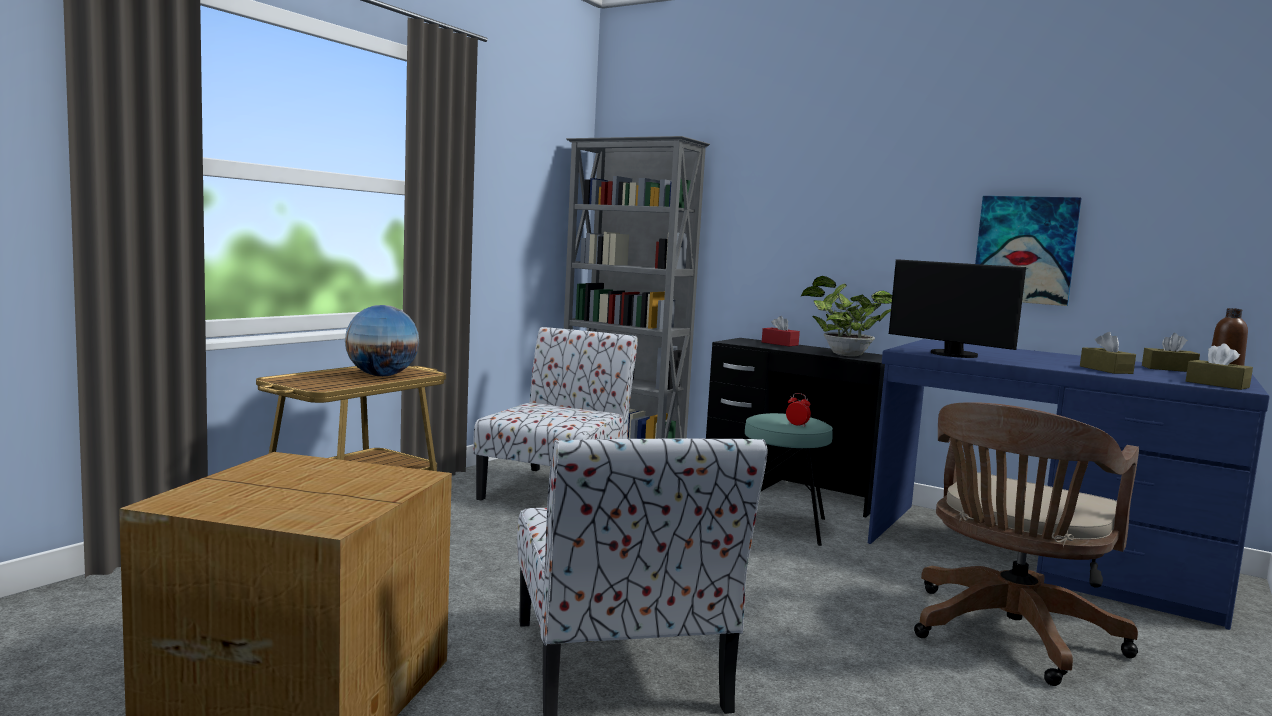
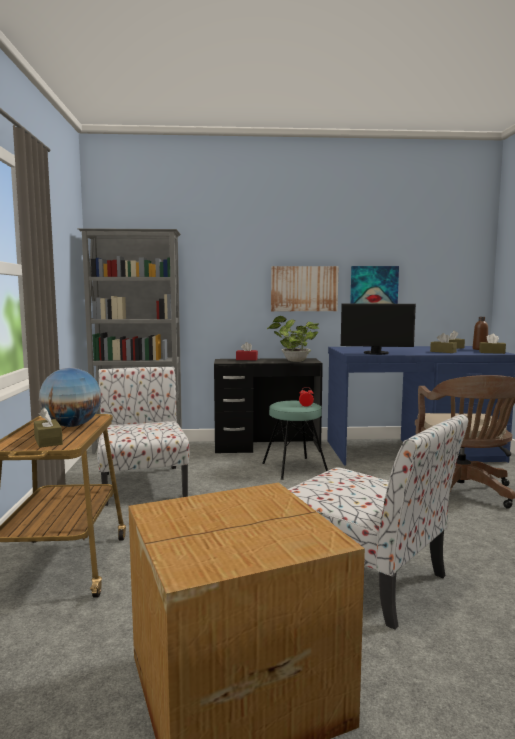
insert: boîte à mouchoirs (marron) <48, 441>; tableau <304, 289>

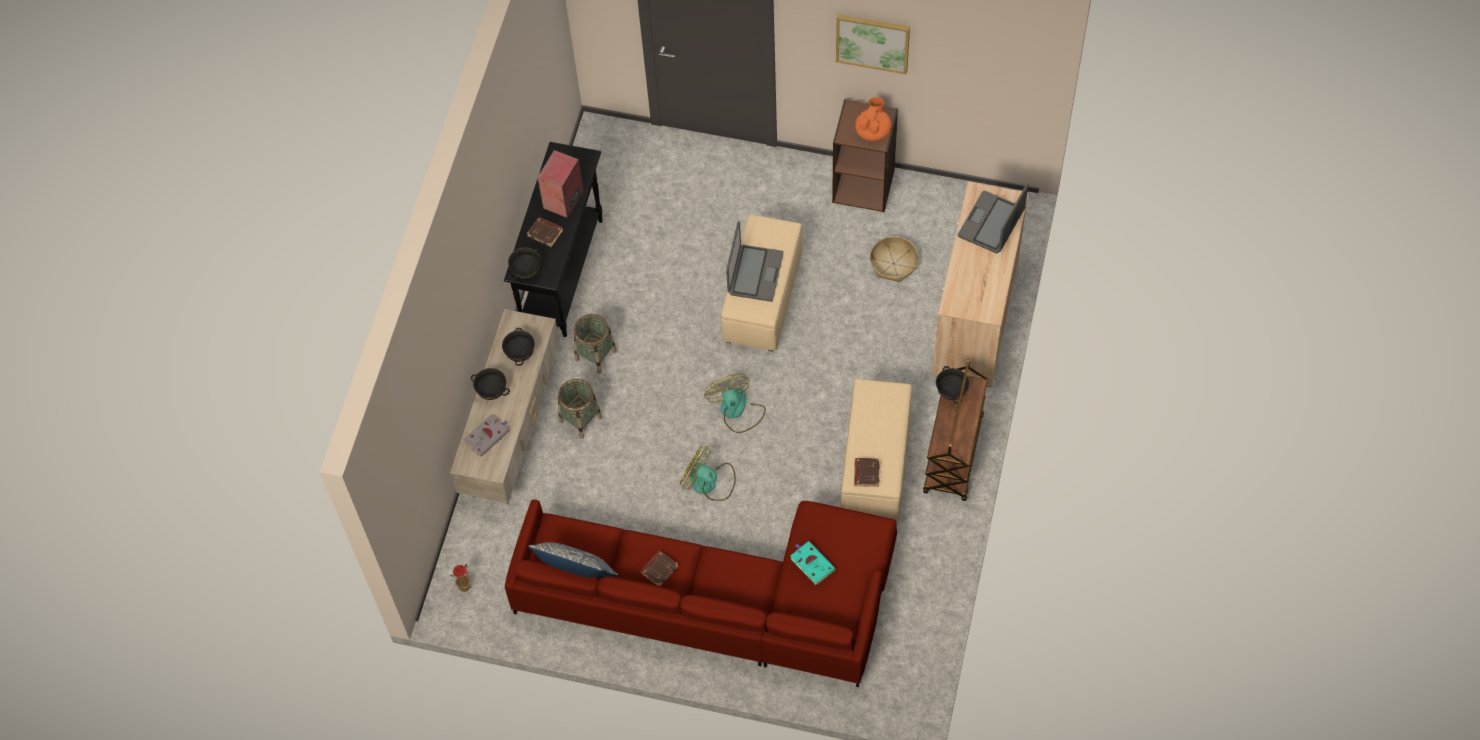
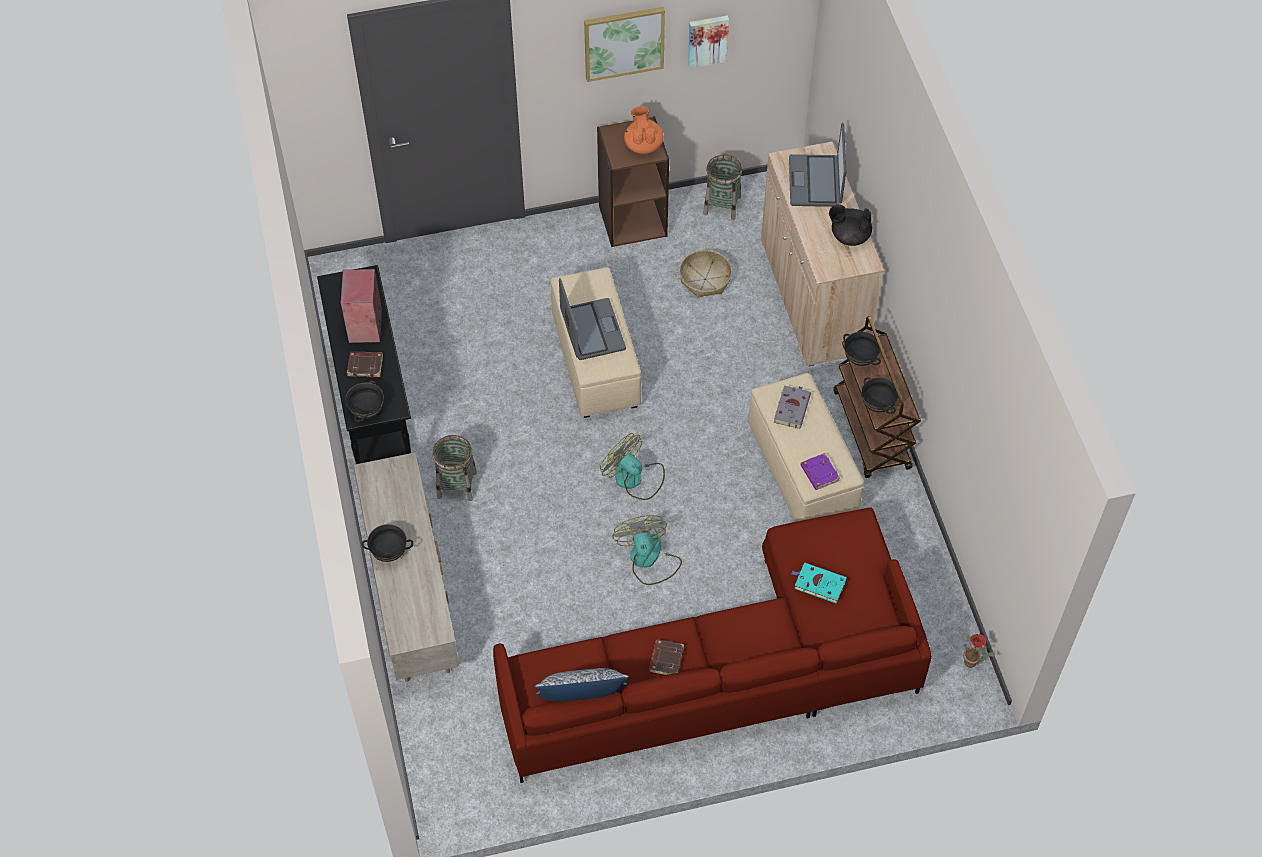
insert: tableau <707, 40>; théière (noir) <849, 236>
move: panier <580, 419> to <722, 205>; livre (gris) <487, 436> to <792, 408>; bol (noir) <521, 354> to <878, 405>; plante en pot <466, 588> to <973, 662>
recolor: livre (marron) <866, 473> to livre (violet) <819, 473>
rotate: ventilateur <709, 482> = <648, 559> 75 degrees clockwise

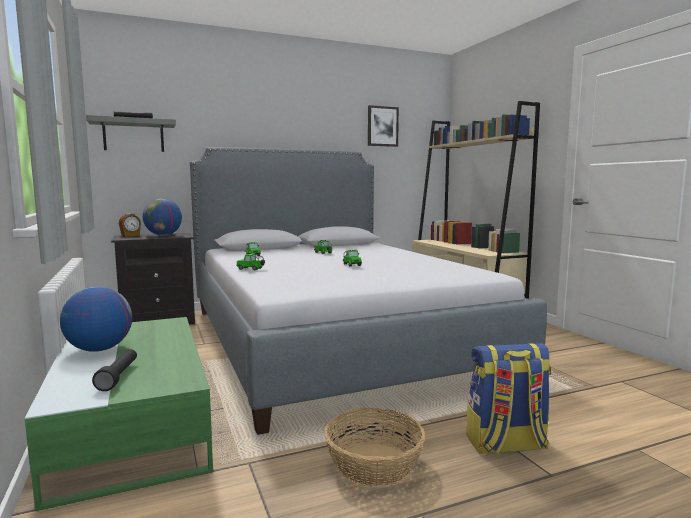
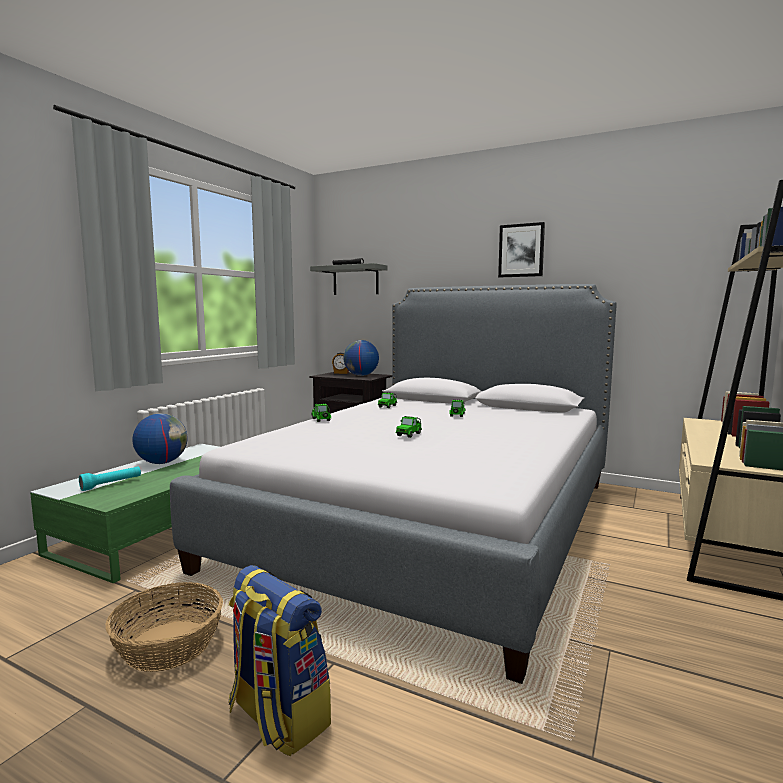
move: tableau <382, 126> to <521, 250>
recolor: lampe de poche (noir) <119, 376> to lampe de poche (turquoise) <111, 484>

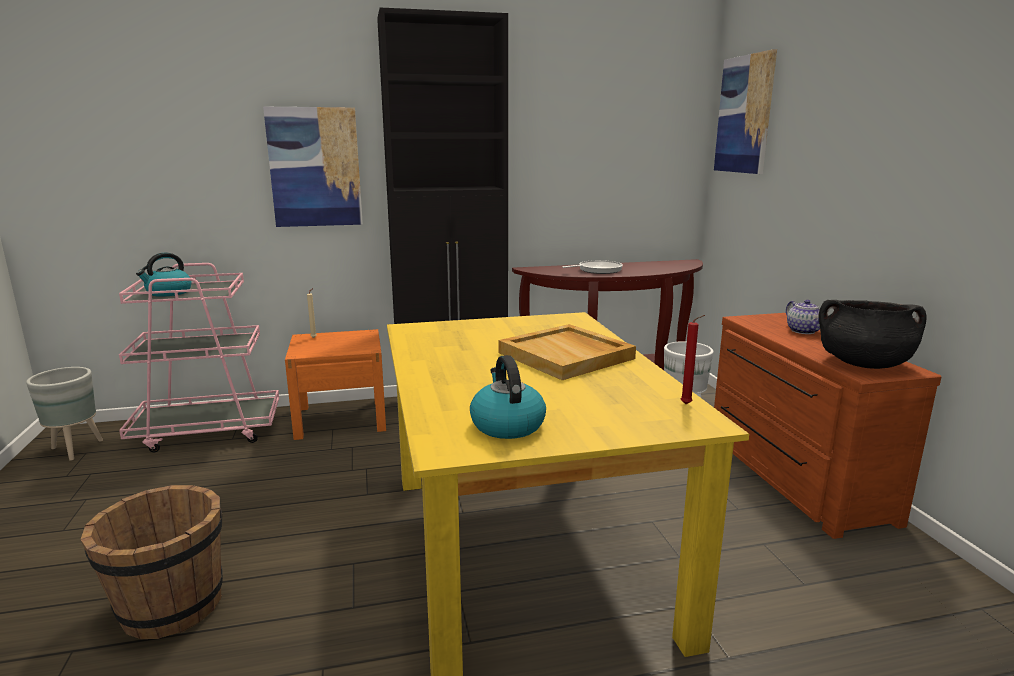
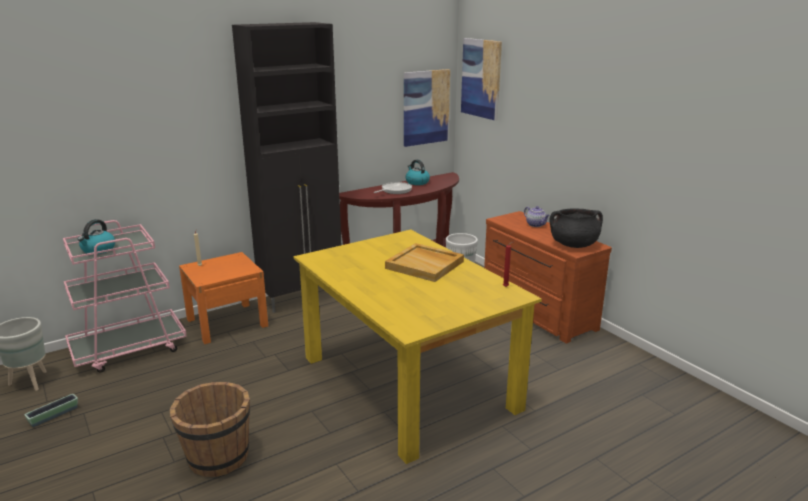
insert: cache-pot <54, 415>
move: tableau <315, 167> to <426, 107>; bouilloire <506, 425> to <417, 182>

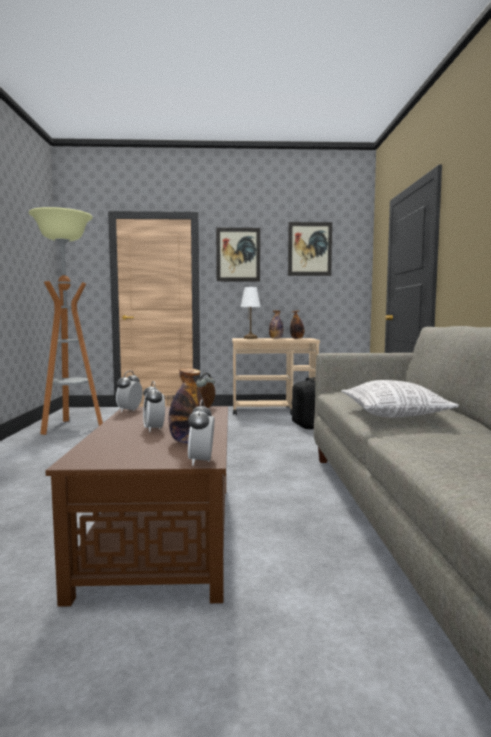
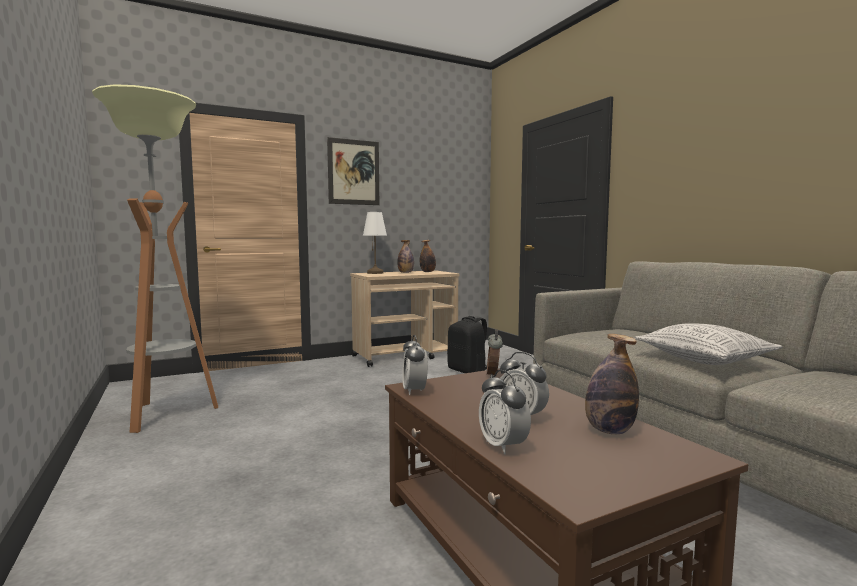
delete: tableau <309, 249>
move: réveil <201, 461> to <503, 446>

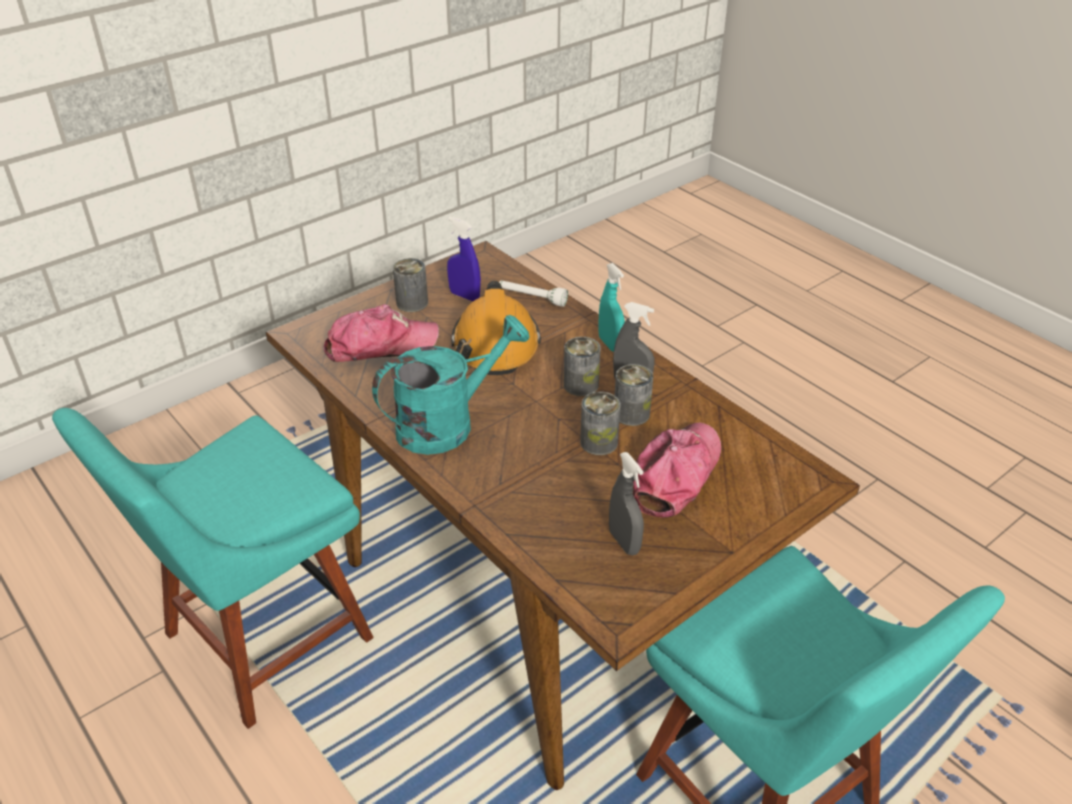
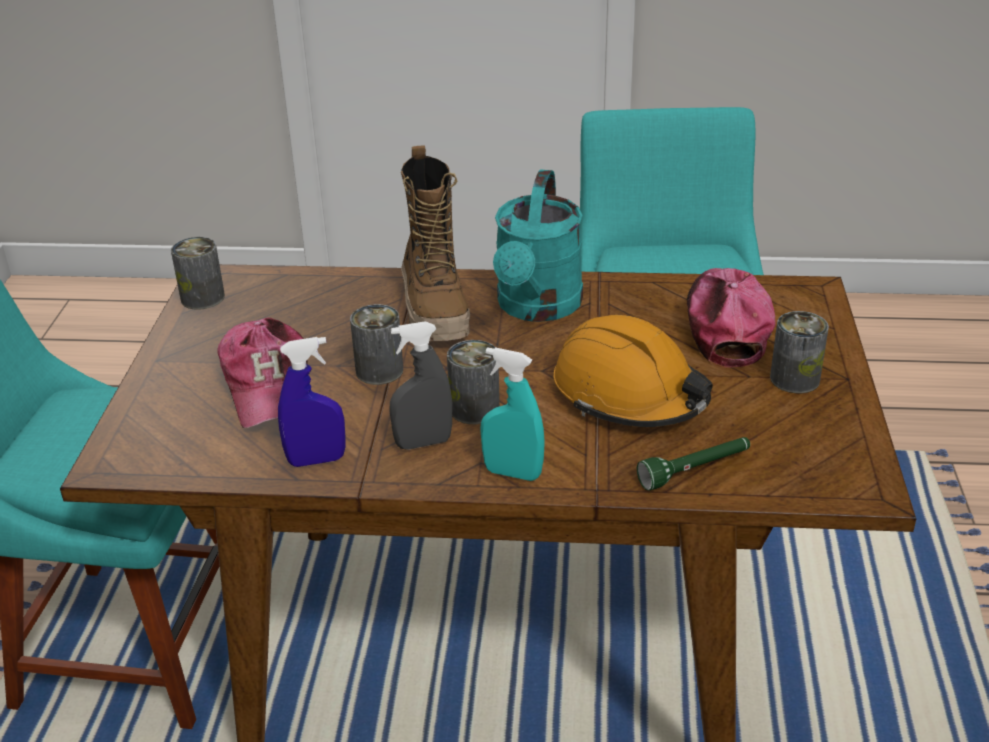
delete: vaporisateur (gris) <624, 542>
insert: botte <435, 311>
move: boîte métallique <631, 413> to <202, 298>; vaporisateur (bleu) <464, 296> to <316, 460>
recolor: lampe de poche (blanc) <532, 298> to lampe de poche (vert) <695, 471>
rotate: casquette <380, 345> = <724, 325> 150 degrees clockwise

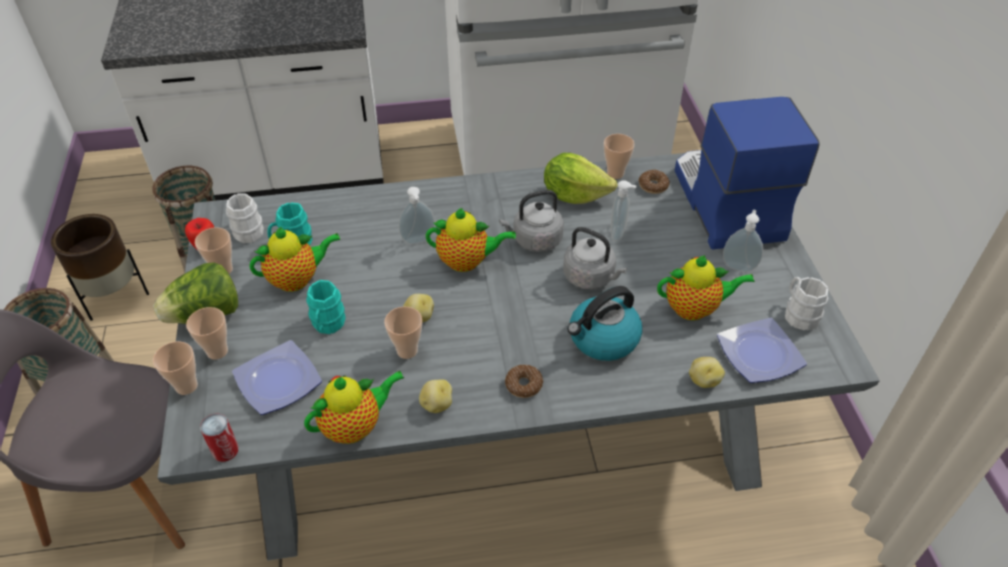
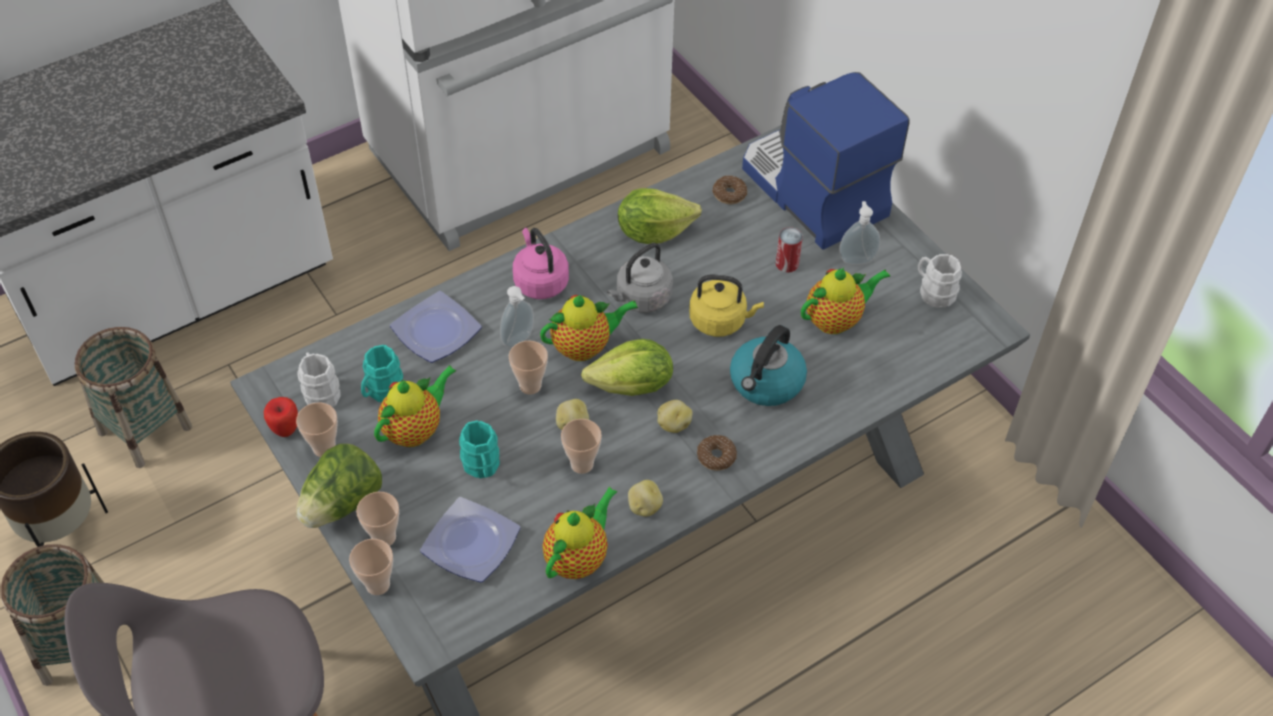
delete: distributeur de savon <619, 233>
insert: bouilloire (rose) <540, 281>; laitue <632, 387>
move: assiette <757, 353> to <434, 331>; tasse <615, 173> to <530, 386>; pomme de terre <703, 380> to <673, 424>; boîte métallique <225, 450> to <787, 263>
recolor: bouilloire (gris) <591, 277> to bouilloire (jaune) <720, 321>

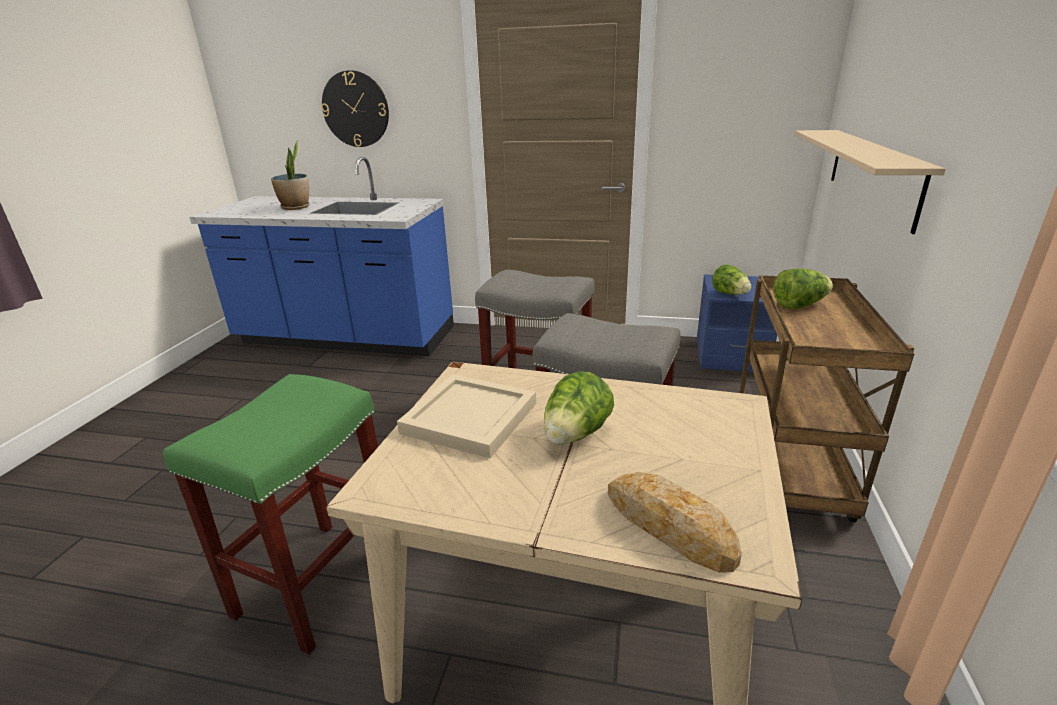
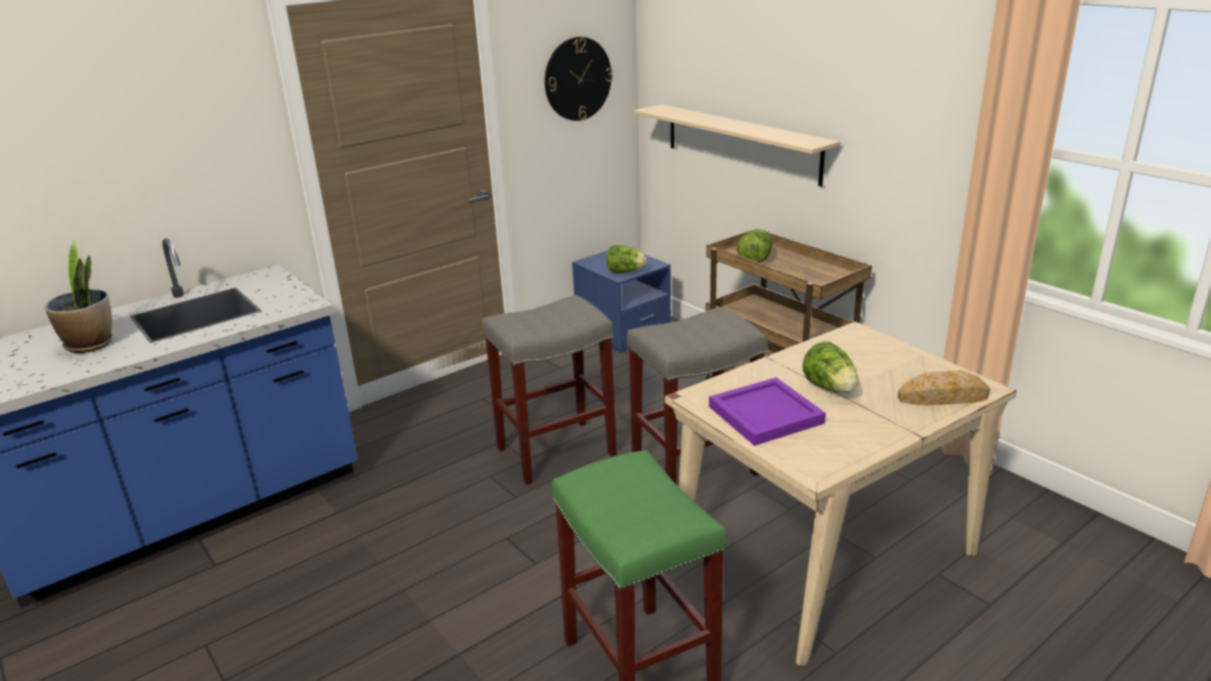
move: horloge murale <355, 109> to <577, 79>
recolor: plateau (beige) <470, 419> to plateau (violet) <767, 415>

